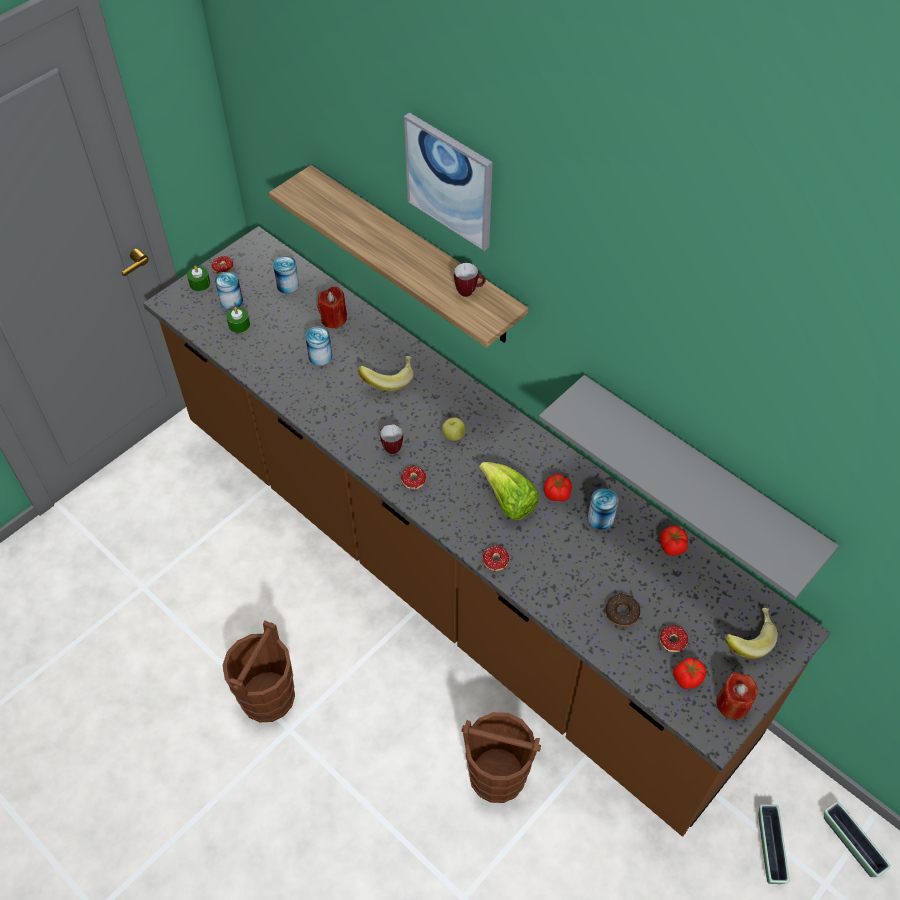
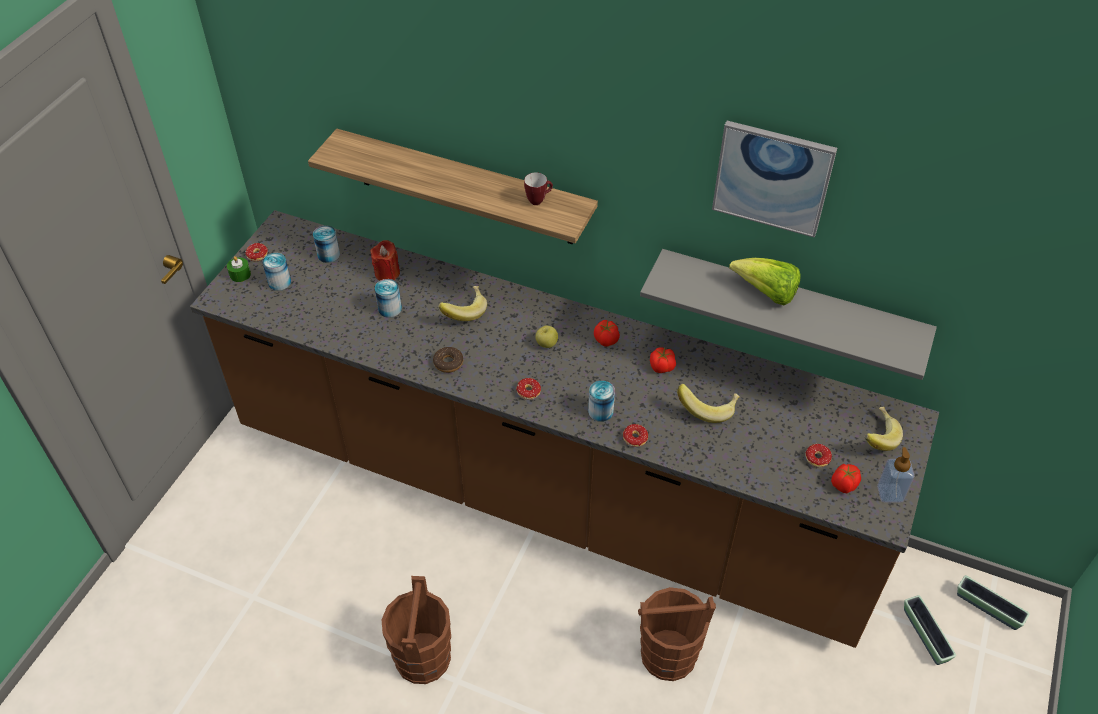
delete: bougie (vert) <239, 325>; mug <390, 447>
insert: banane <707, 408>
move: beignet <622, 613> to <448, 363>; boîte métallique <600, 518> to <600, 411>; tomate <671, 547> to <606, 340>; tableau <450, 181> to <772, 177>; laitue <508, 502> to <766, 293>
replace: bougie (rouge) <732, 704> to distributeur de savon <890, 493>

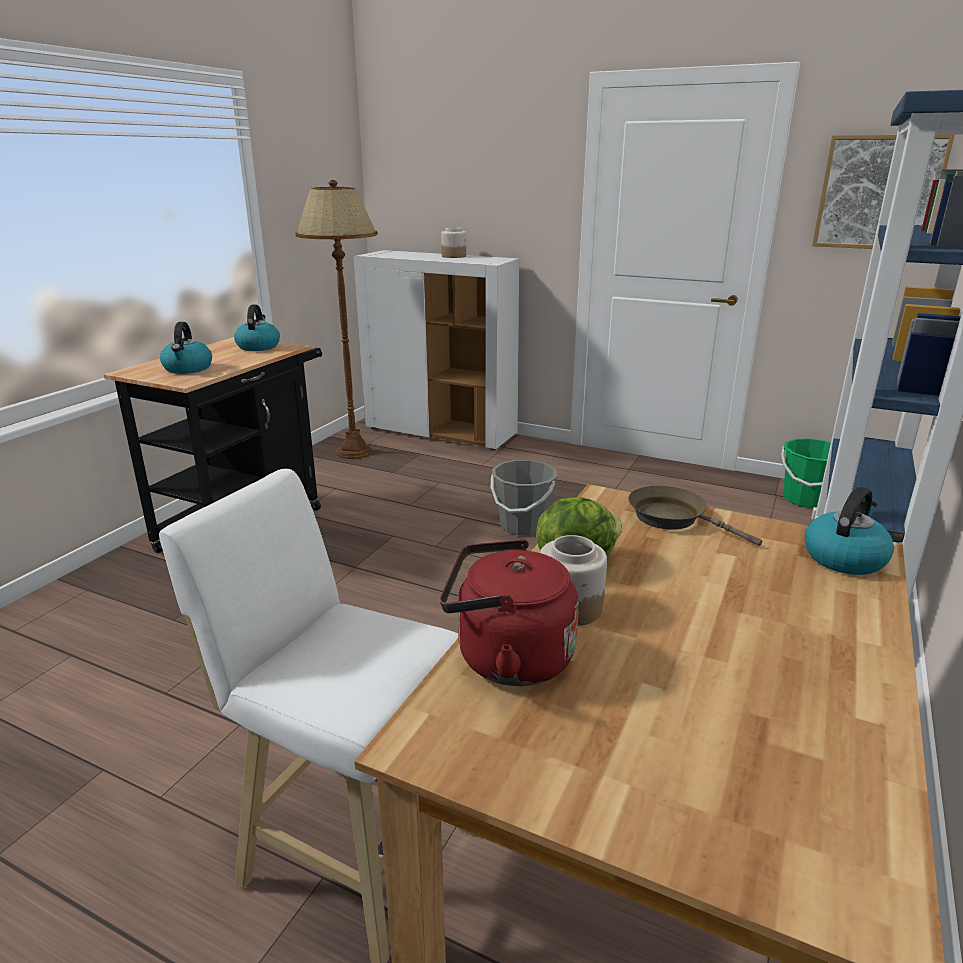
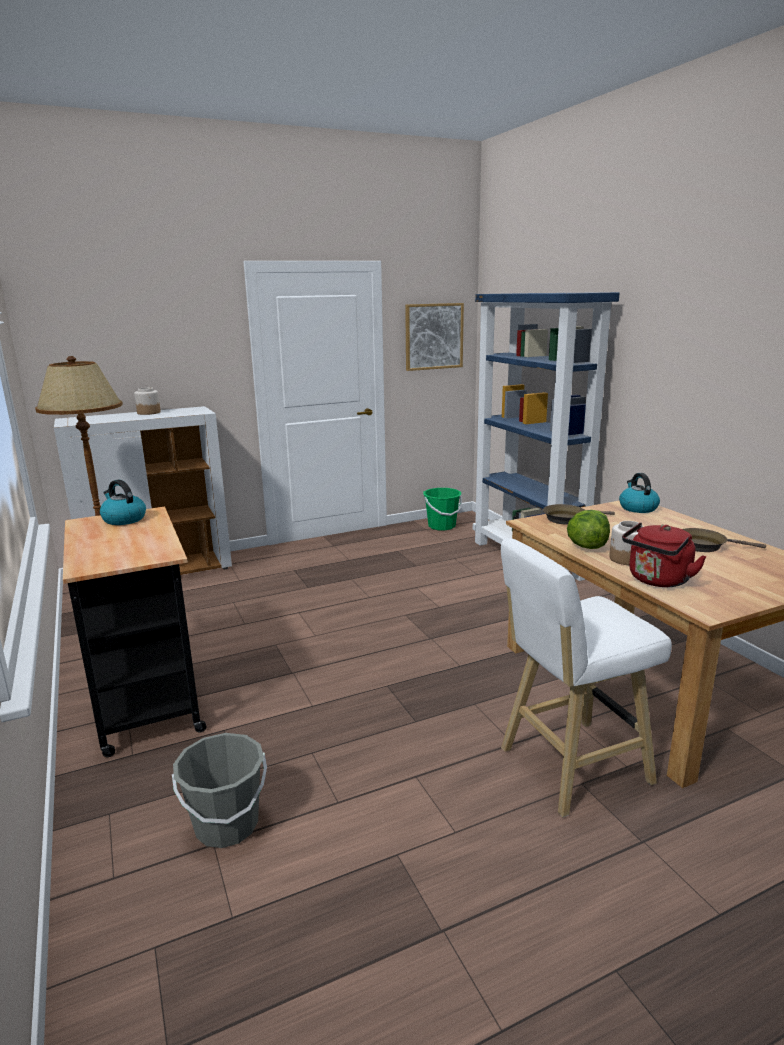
delete: bouilloire <188, 369>
insert: poêle (marron) <704, 546>
move: seau (gris) <522, 525> to <226, 825>

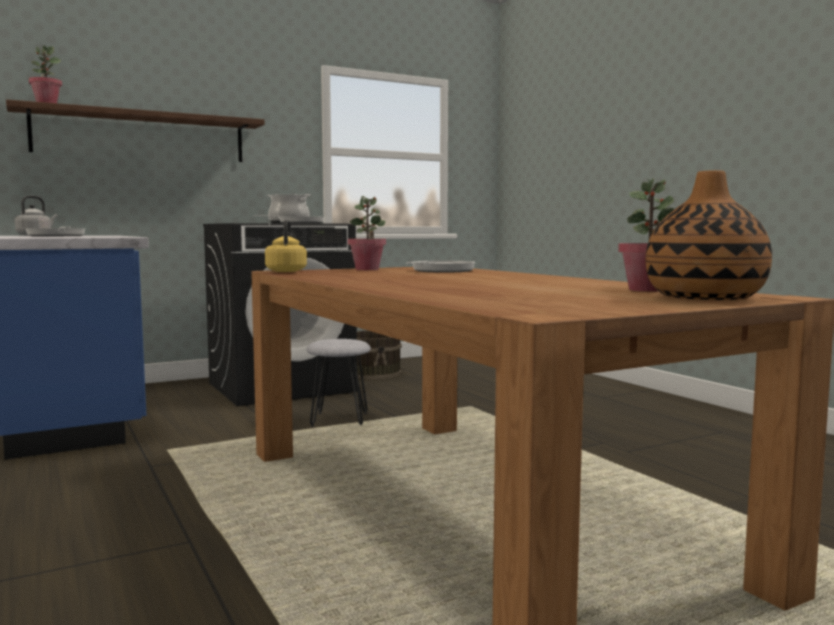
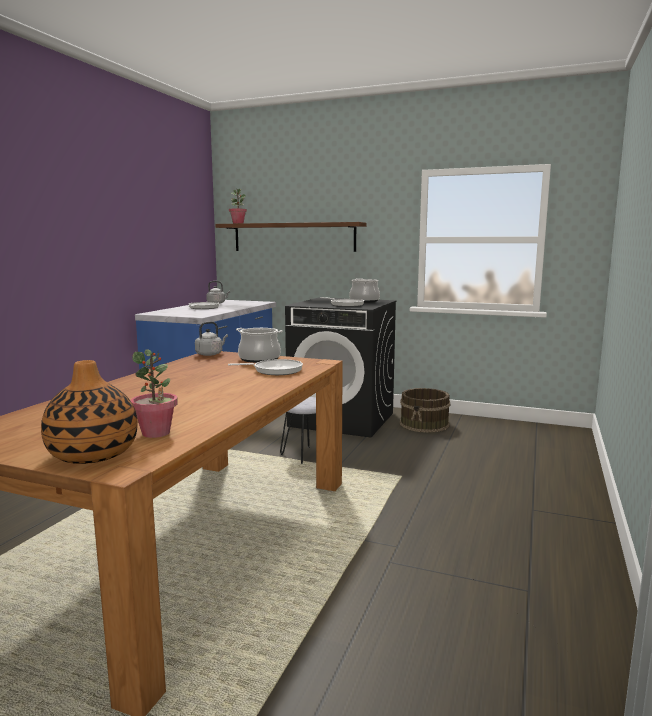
replace: plante en pot <367, 269> to marmite <259, 359>
recolor: bouilloire (jaune) <286, 271> to bouilloire (gris) <210, 354>

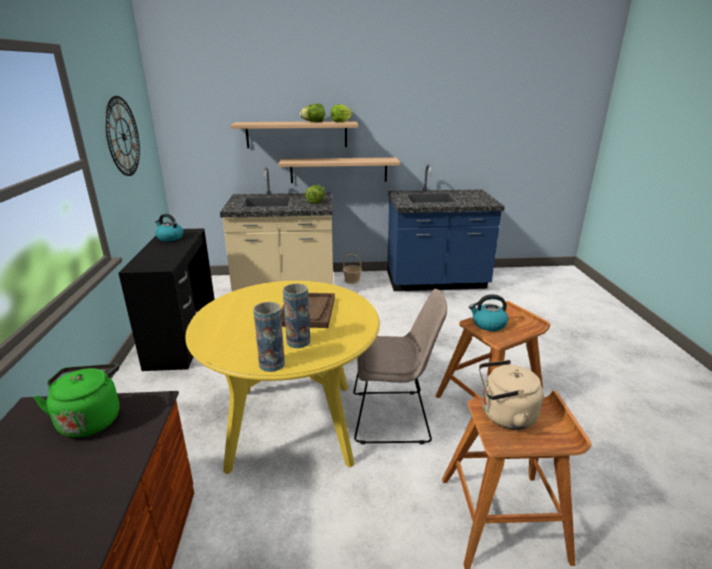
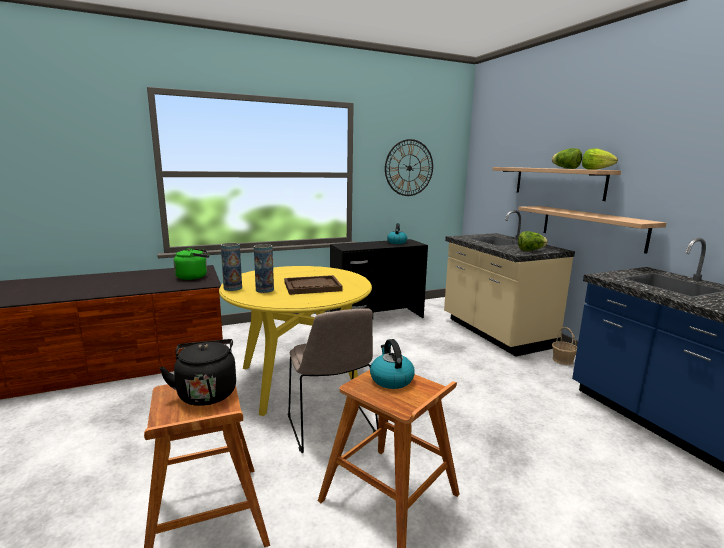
recolor: bouilloire (beige) <504, 416> to bouilloire (noir) <206, 392>

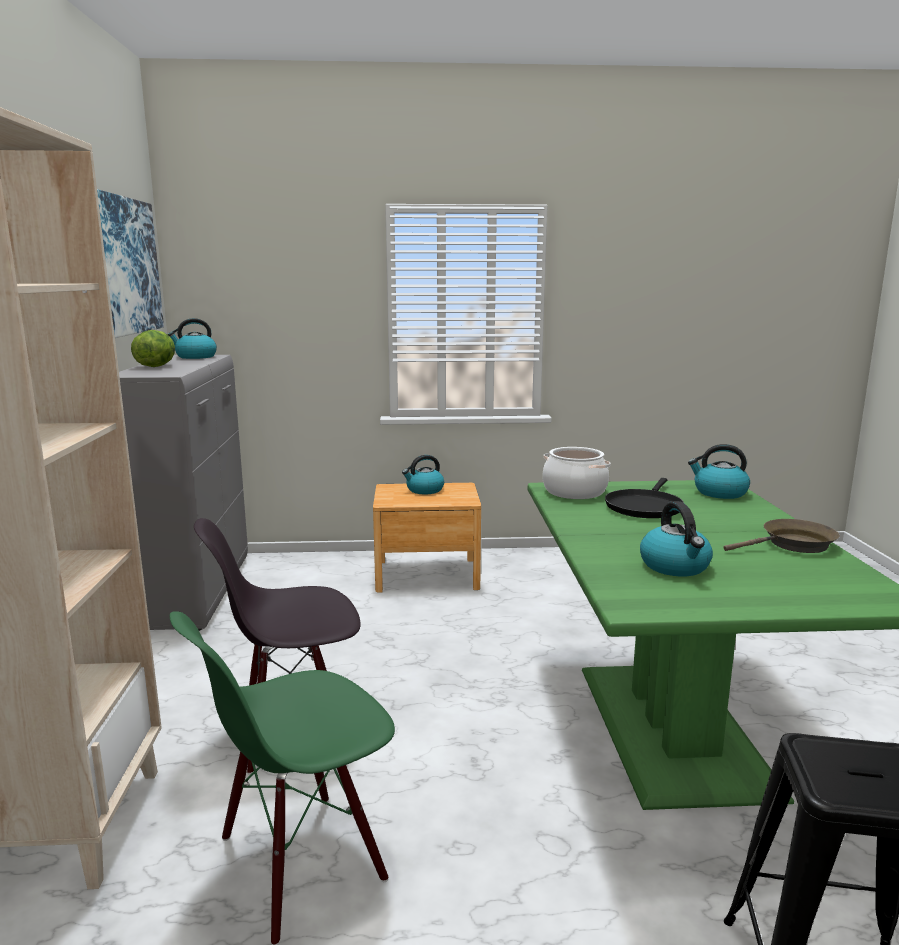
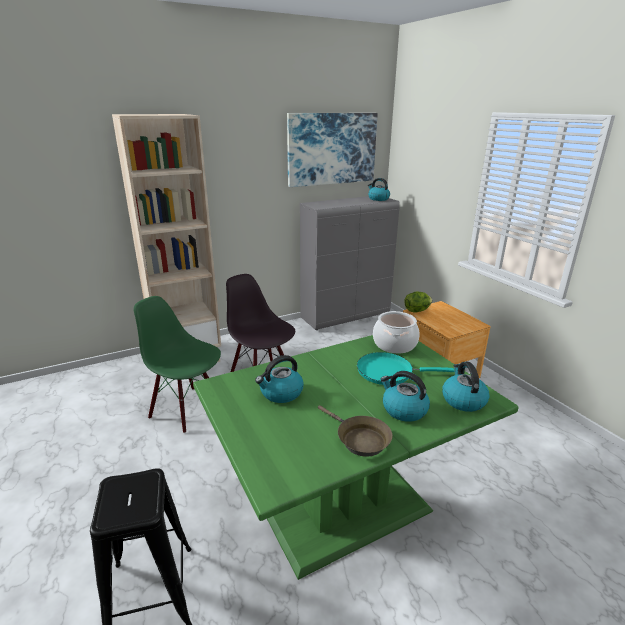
move: bouilloire <424, 490> to <403, 409>; laitue <156, 366> to <417, 311>
recolor: poêle (noir) <644, 507> to poêle (turquoise) <389, 372>

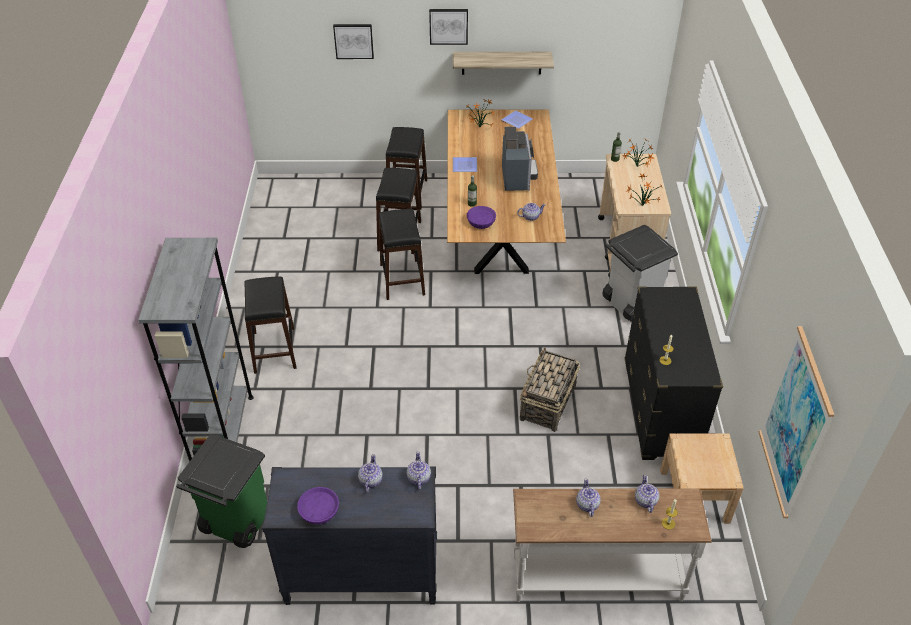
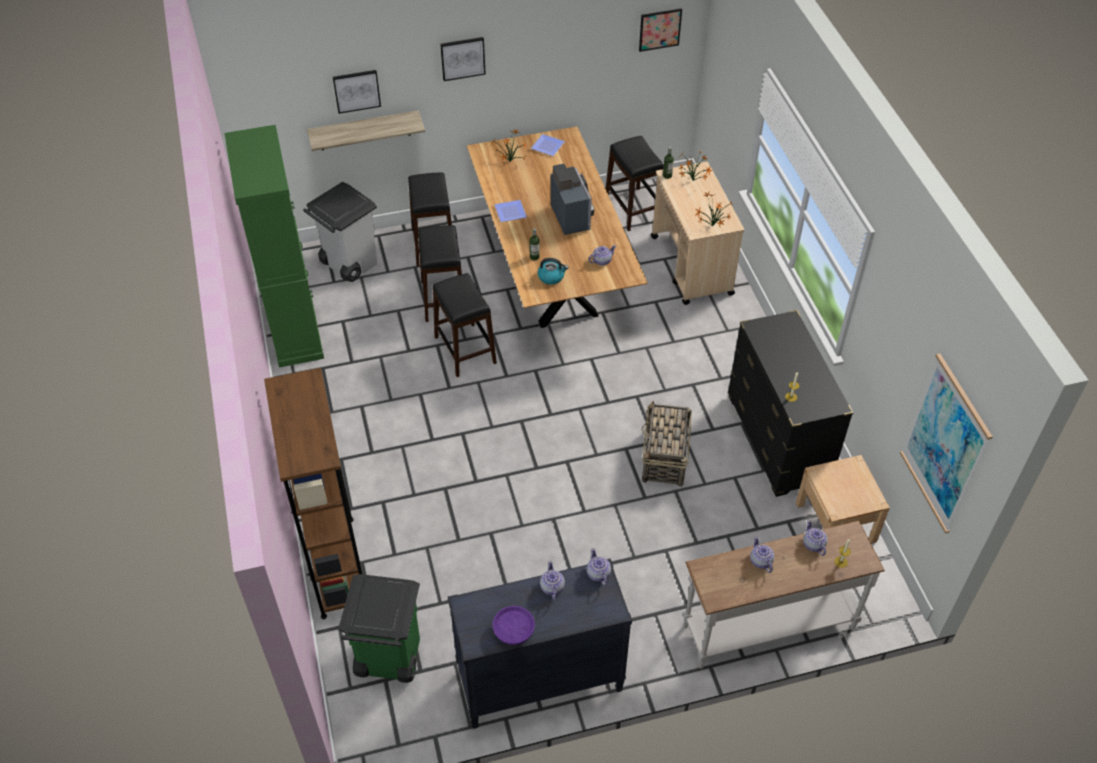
insert: meuble de rangement (vert) <295, 330>; tableau <660, 29>
move: poubelle (gris) <629, 304> to <348, 264>; étagère <501, 62> to <364, 130>; tabouret (noir) <275, 350> to <633, 209>
replace: bol (violet) <481, 222> to bouilloire <551, 277>
recolor: bibliothèque (gris) <224, 434> to bibliothèque (marron) <337, 566>

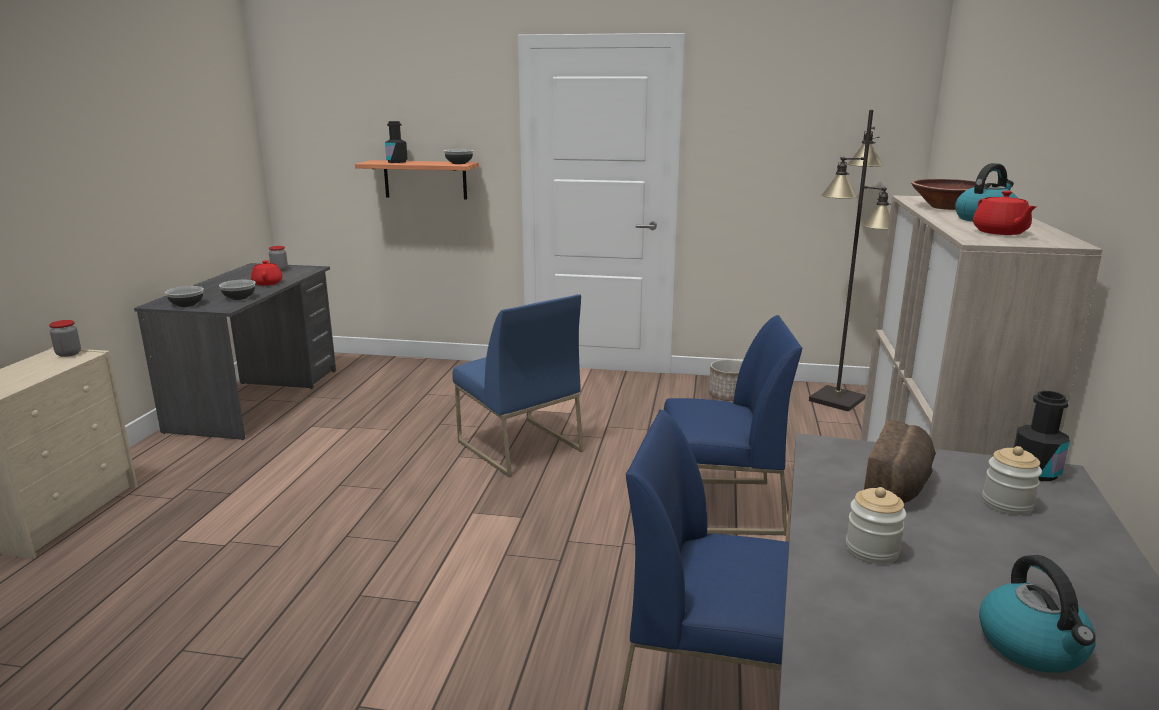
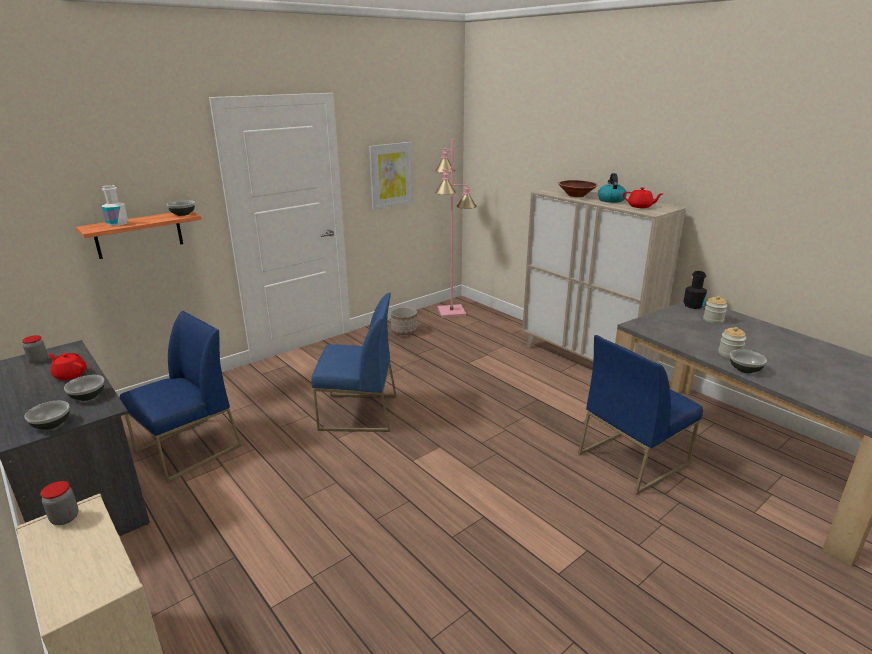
delete: pain <899, 485>; bouilloire <1033, 646>
insert: tableau <390, 175>; bol <745, 369>
move: chaise (bleu) <719, 507> to <188, 449>
recolor: bouteille (noir) <397, 162> to bouteille (blanc) <117, 223>; lampadaire (noir) <837, 400> to lampadaire (rose) <451, 312>

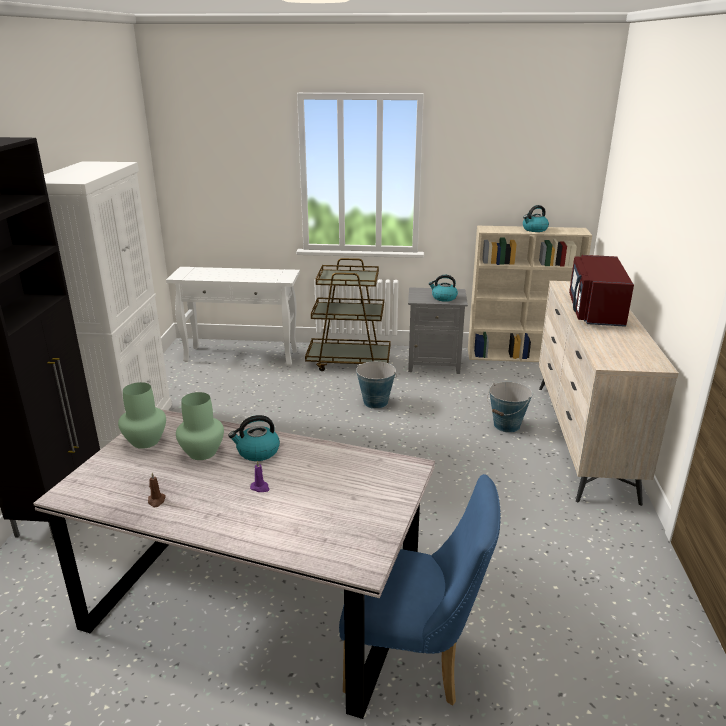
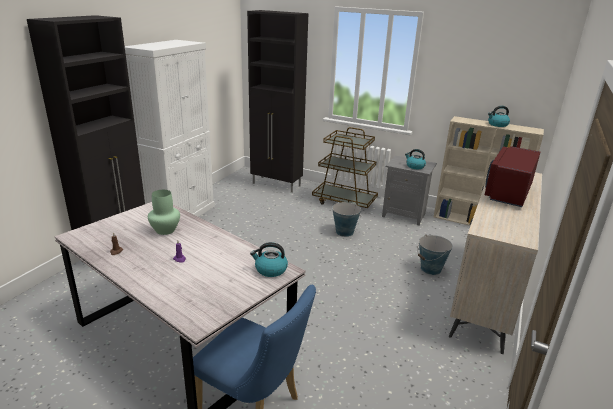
delete: vase (vert) <145, 441>
move: bouilloire <257, 452> to <270, 270>
replace: table console (blanc) <242, 356> to meuble de rangement (noir) <277, 185>

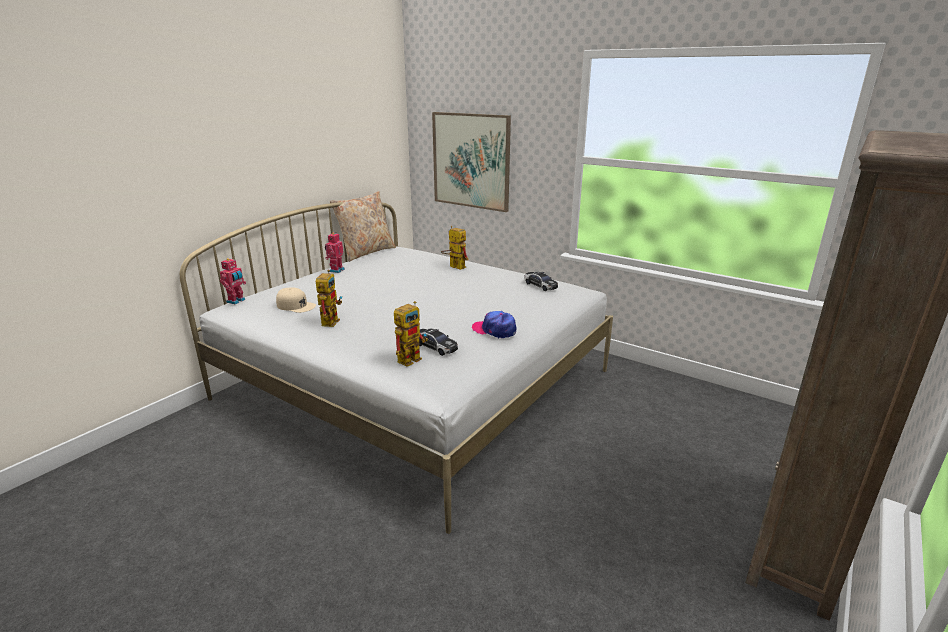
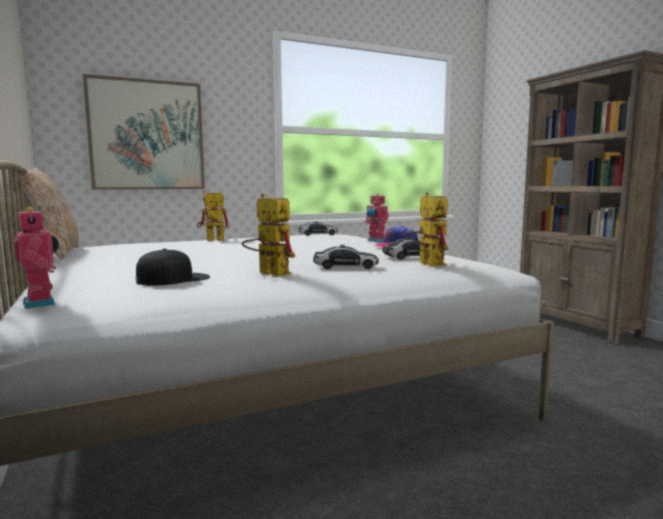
insert: petite voiture <345, 267>
move: robot jouet <336, 270> to <376, 241>
recolor: casquette (beige) <296, 305> to casquette (noir) <174, 279>

